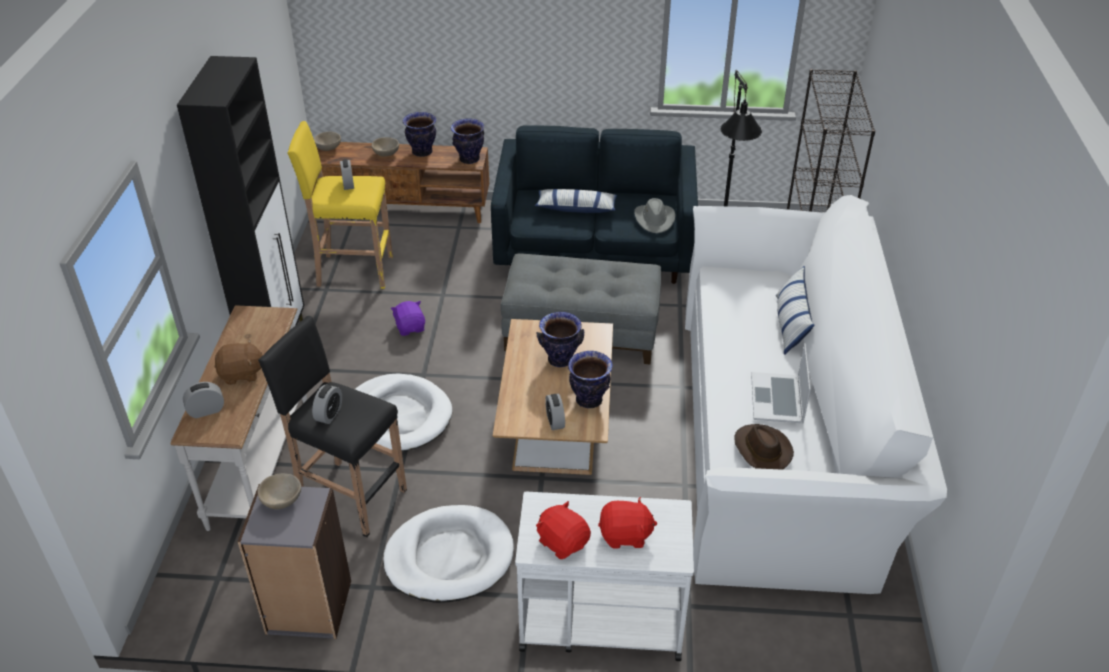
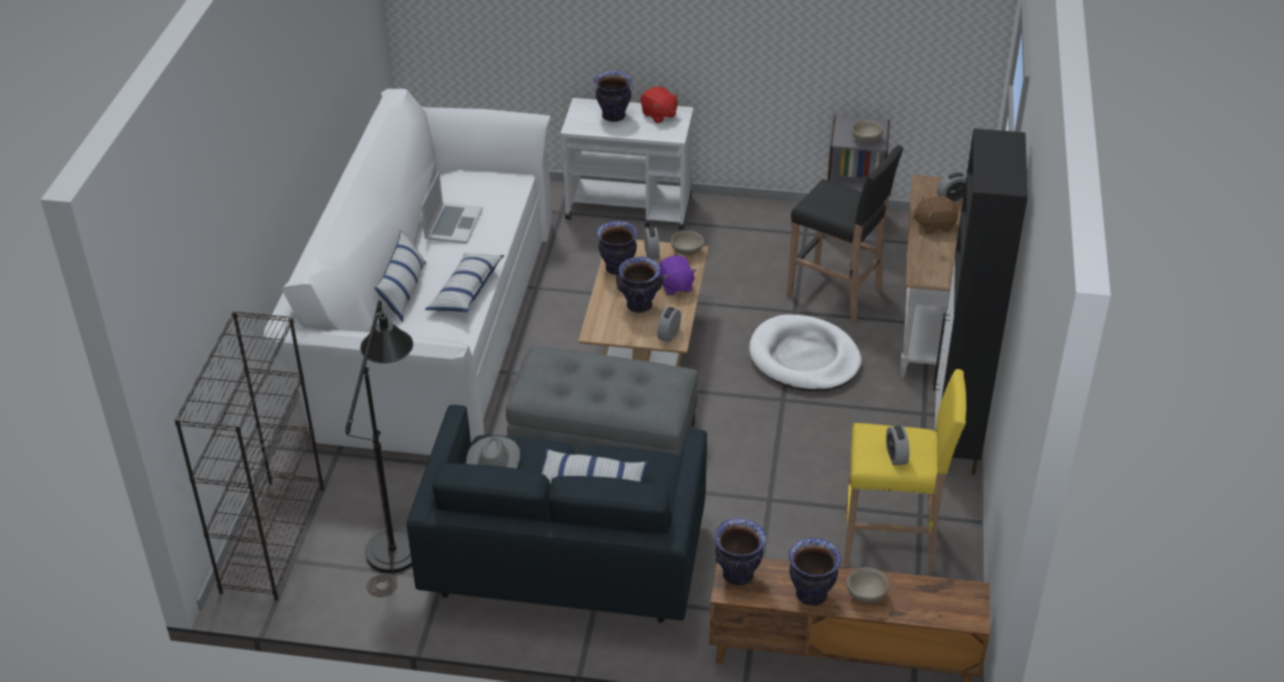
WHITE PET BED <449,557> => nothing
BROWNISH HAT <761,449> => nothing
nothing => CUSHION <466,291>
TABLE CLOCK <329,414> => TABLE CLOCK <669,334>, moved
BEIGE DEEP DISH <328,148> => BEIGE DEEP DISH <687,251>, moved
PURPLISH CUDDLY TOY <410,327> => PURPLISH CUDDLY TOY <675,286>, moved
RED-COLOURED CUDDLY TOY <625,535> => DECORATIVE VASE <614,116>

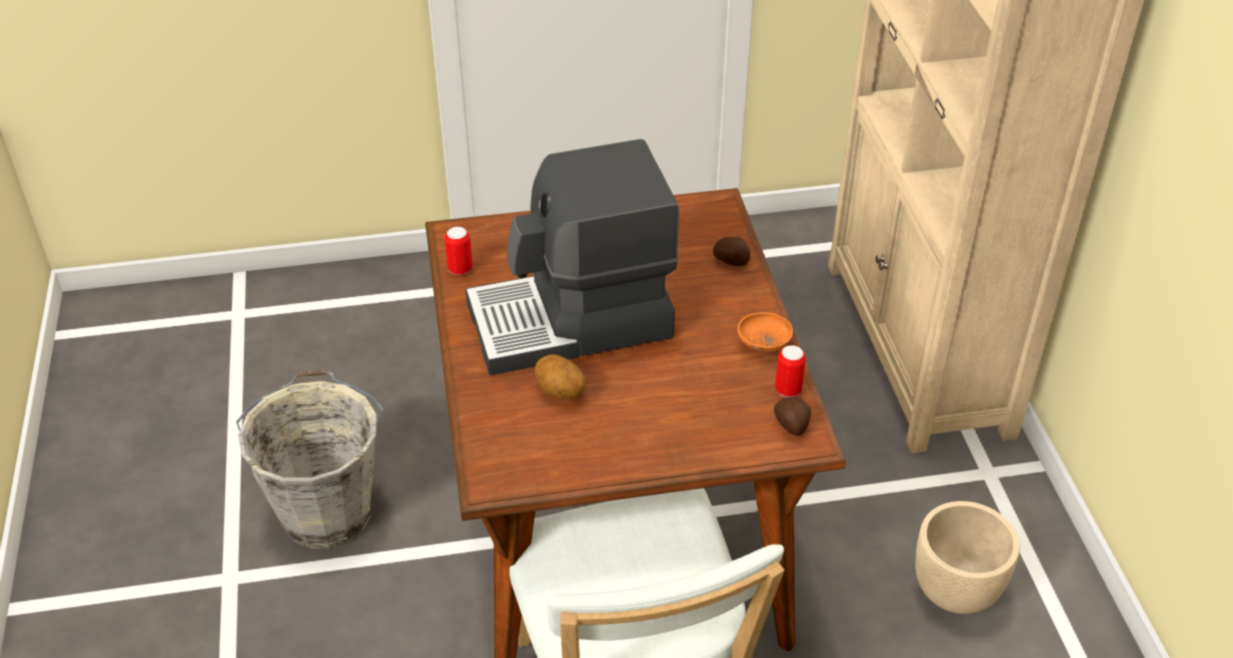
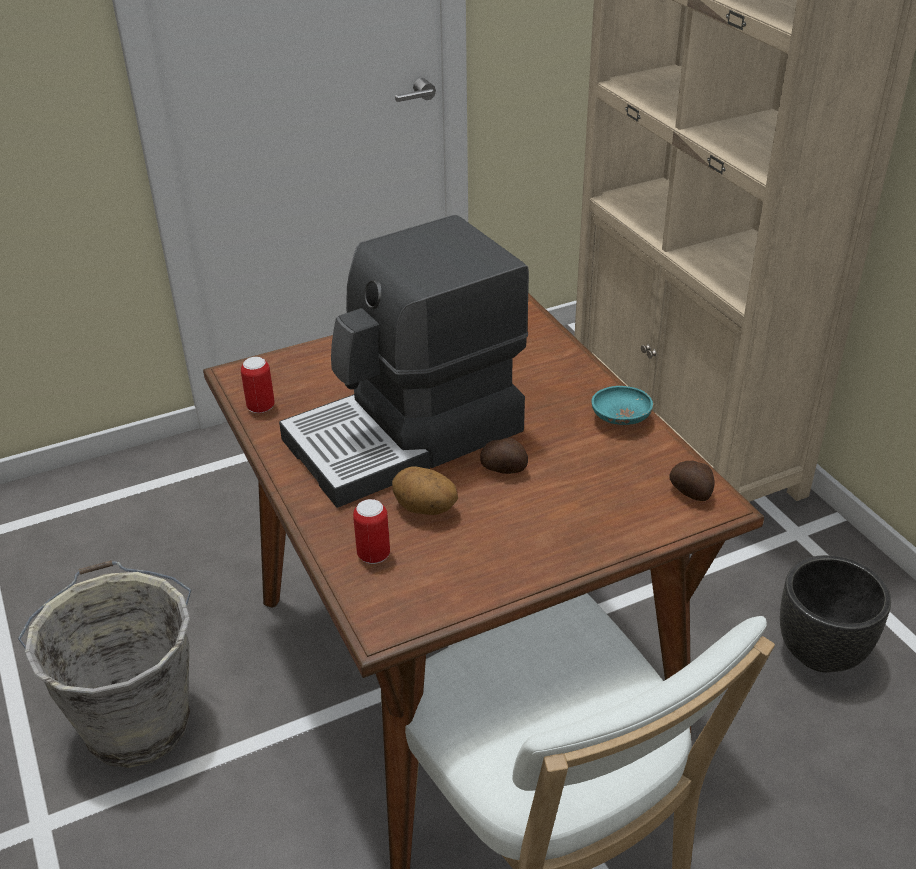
WHOLE POTATO <732,261> => WHOLE POTATO <504,469>, moved
SEALED CAN <788,390> => SEALED CAN <373,555>, moved
ORANGE-COLOURED DEEP DISH <763,343> => BLUE-GREEN DEEP DISH <620,419>
BEIGE PLANT POT <953,593> => BLACK PLANT POT <819,653>

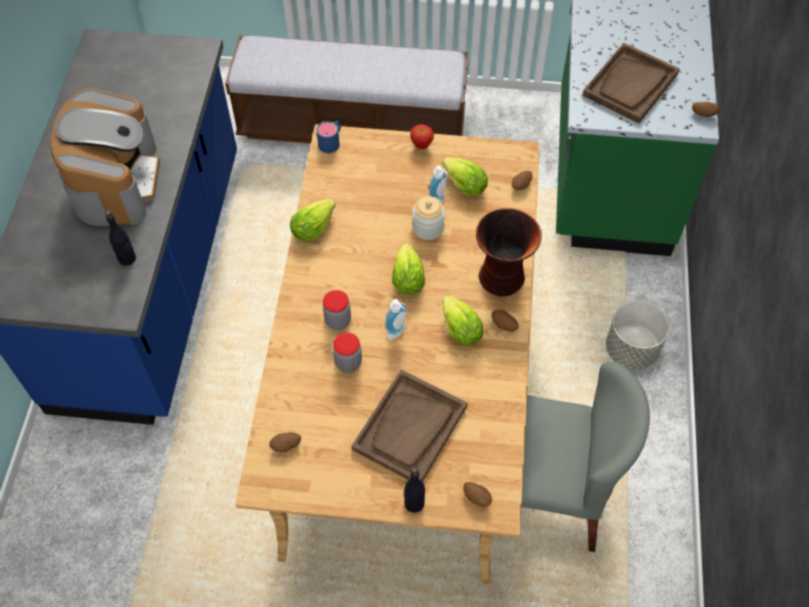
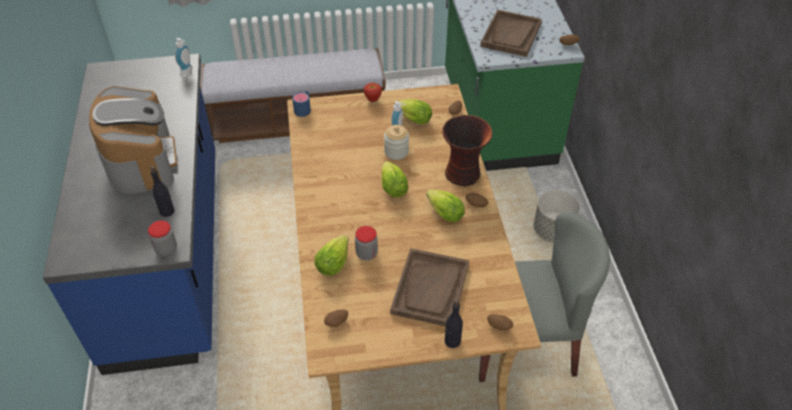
LETTUCE <315,227> => LETTUCE <334,262>, moved
STORAGE JAR <338,321> => STORAGE JAR <166,249>, moved
SOAP DISPENSER <398,333> => SOAP DISPENSER <188,71>, moved

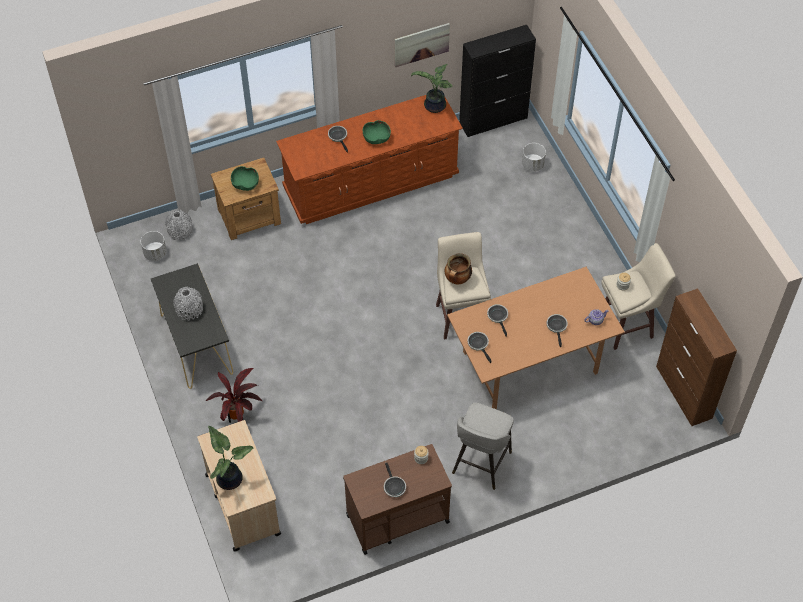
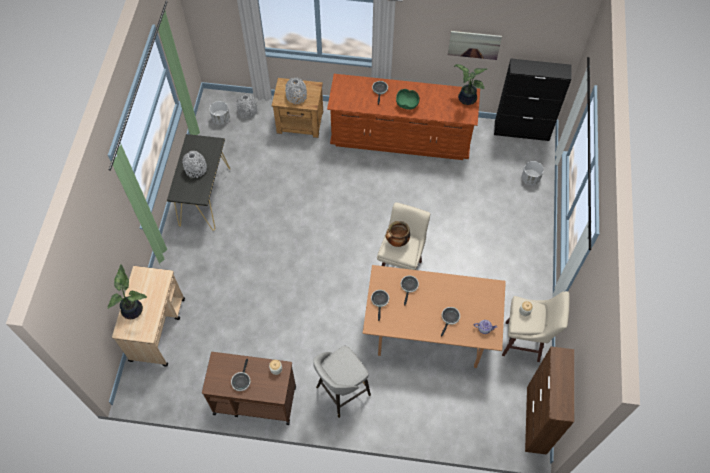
POTTED PLANT <238,417> => nothing
GREEN DEEP DISH <245,184> => GREY DECORATIVE VASE <296,96>

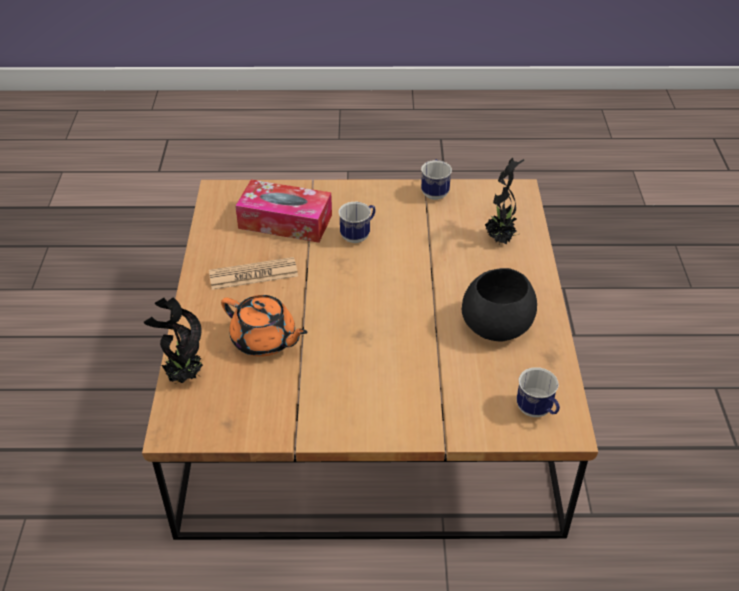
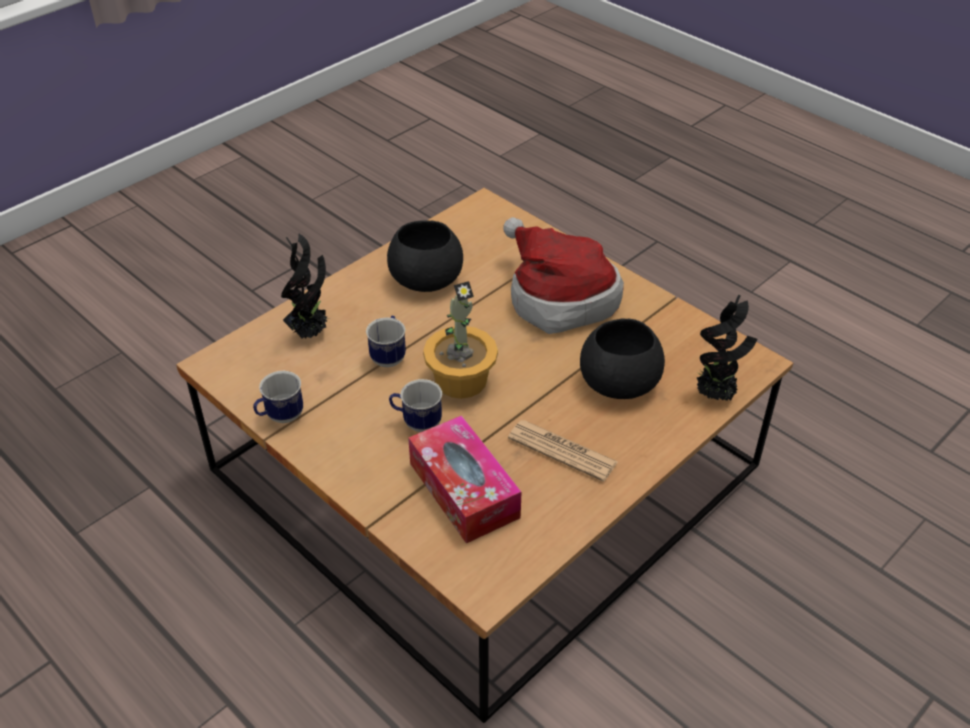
nothing => POTTED PLANT <460,379>
nothing => HAT <557,298>
TEA MUG <537,411> => TEA MUG <389,355>, moved
ORANGE-COLOURED POT FOR TEA <264,340> => BLACK DEEP DISH <617,382>

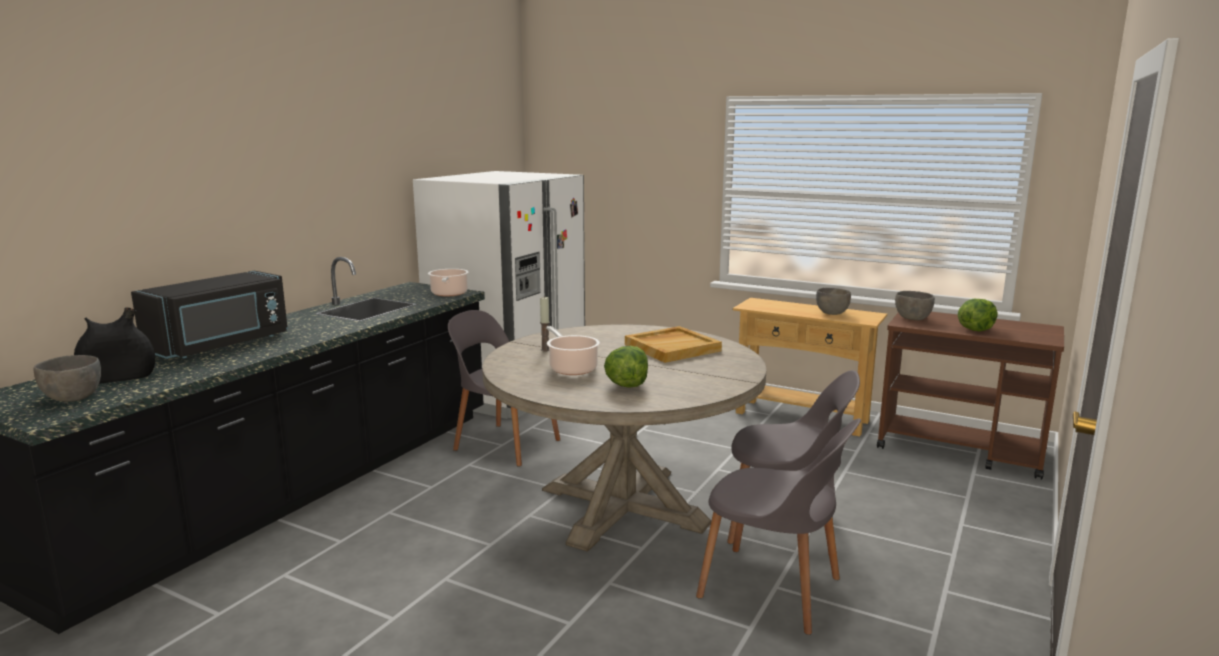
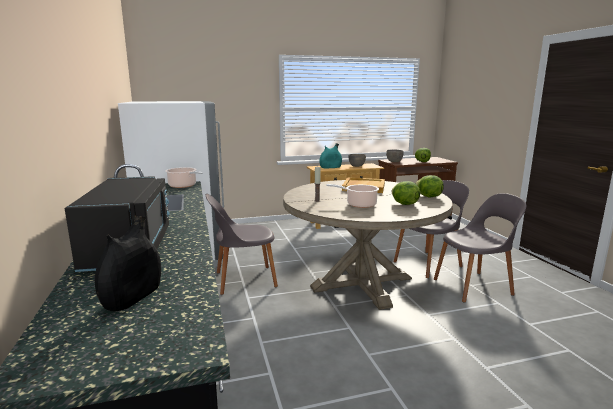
GREY DEEP DISH <73,398> => nothing
nothing => BLUE-GREEN DECORATIVE VASE <330,167>
nothing => LETTUCE <428,197>

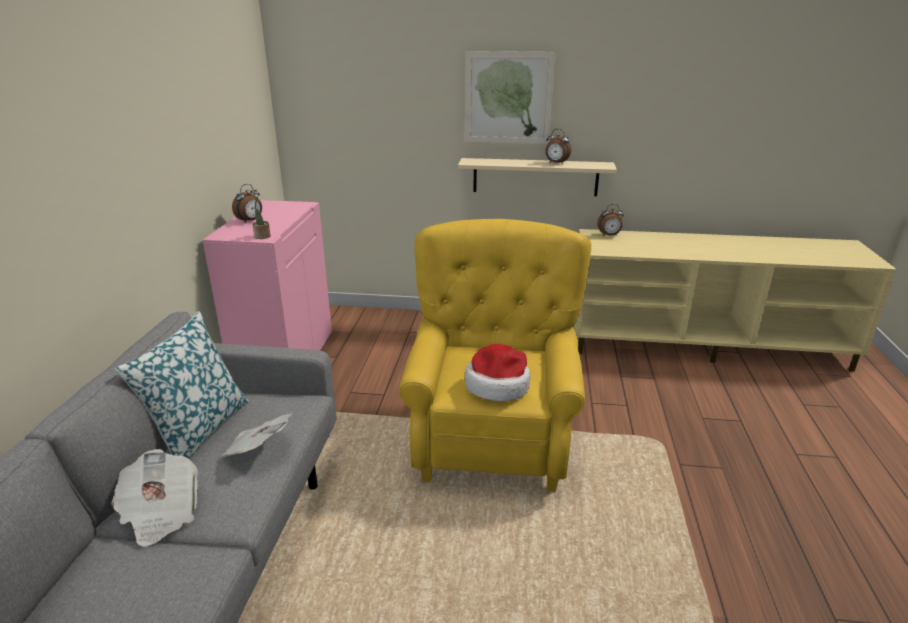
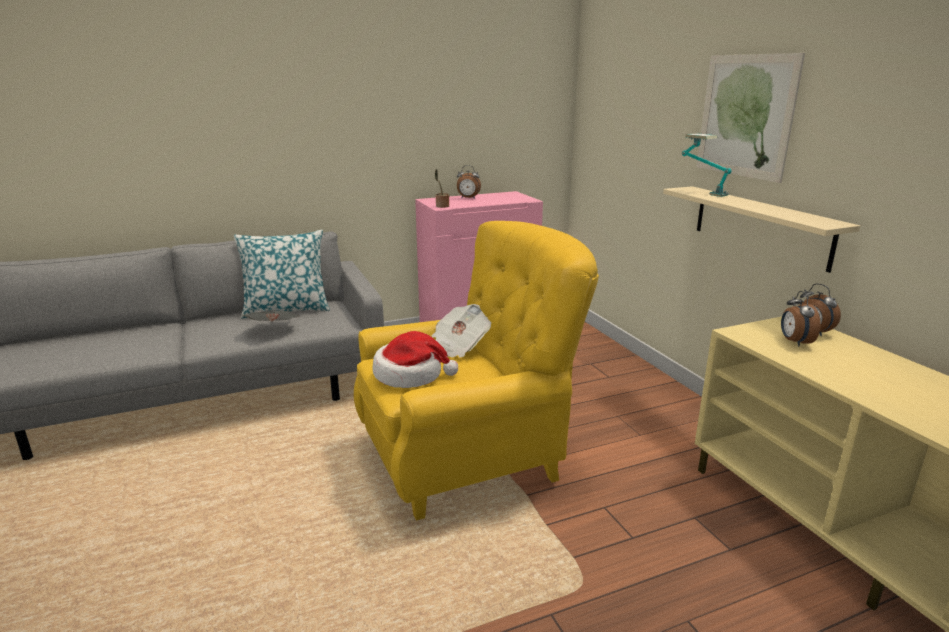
nothing => TABLE LAMP <701,192>
DAILY PAPER <161,513> => DAILY PAPER <458,347>, moved
TABLE CLOCK <556,163> => TABLE CLOCK <794,342>, moved

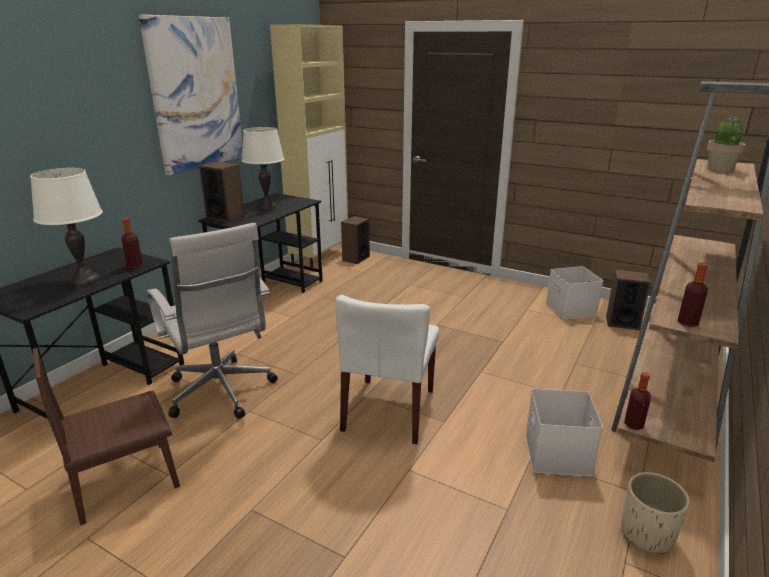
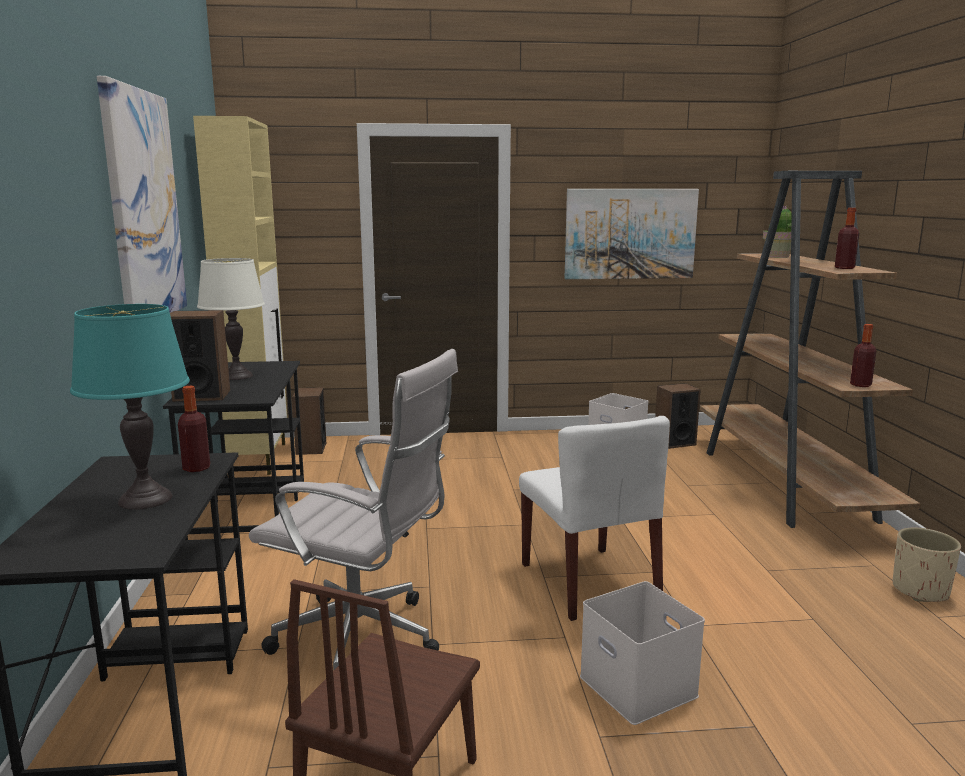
nothing => WALL ART <630,234>
WHITE STORAGE CONTAINER <559,455> => WHITE STORAGE CONTAINER <640,686>, moved
BOTTLE <633,424> => BOTTLE <844,268>, moved
WHITE TABLE LAMP <84,279> => BLUE-GREEN TABLE LAMP <145,499>

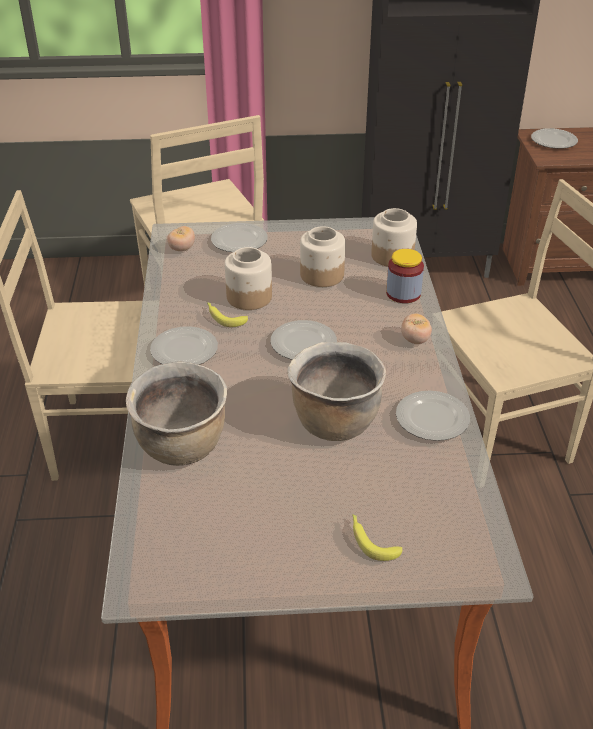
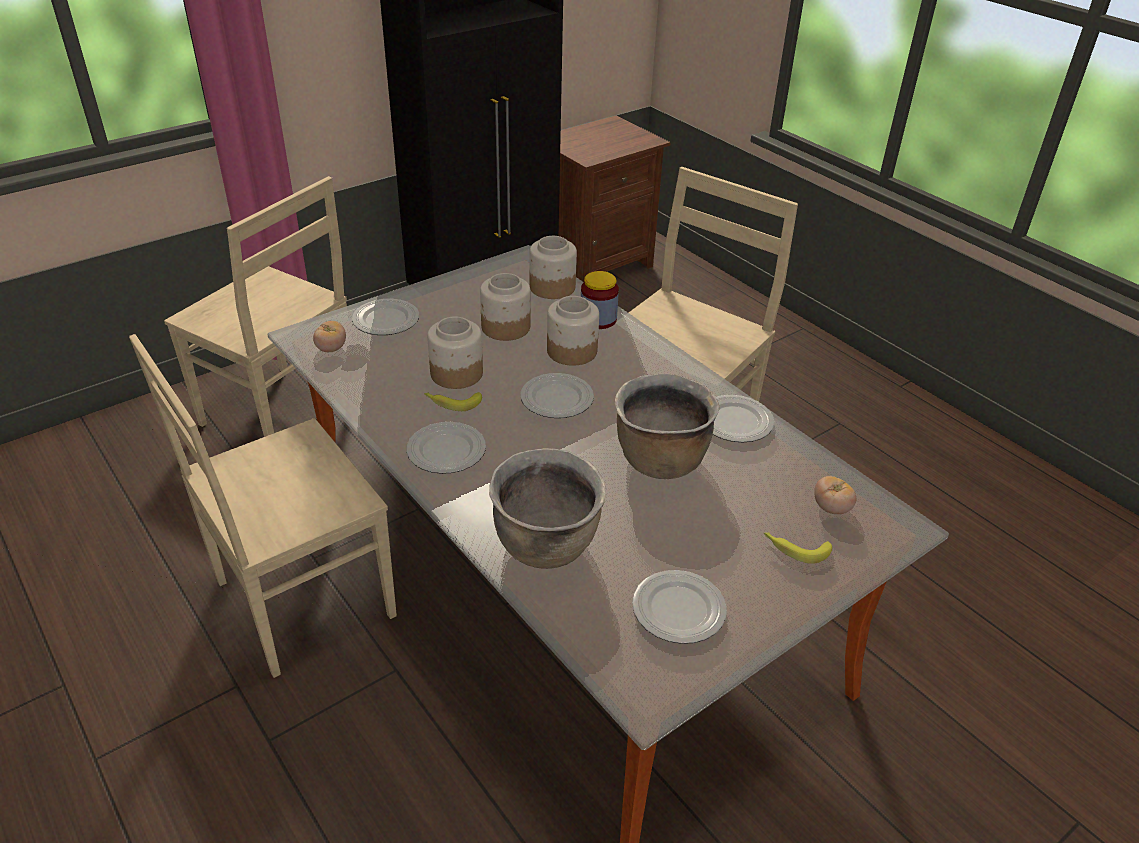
nothing => STORAGE JAR <572,351>
WHOLE TOMATO <415,340> => WHOLE TOMATO <831,508>, moved
FLAT DISH <554,141> => FLAT DISH <679,609>, moved

